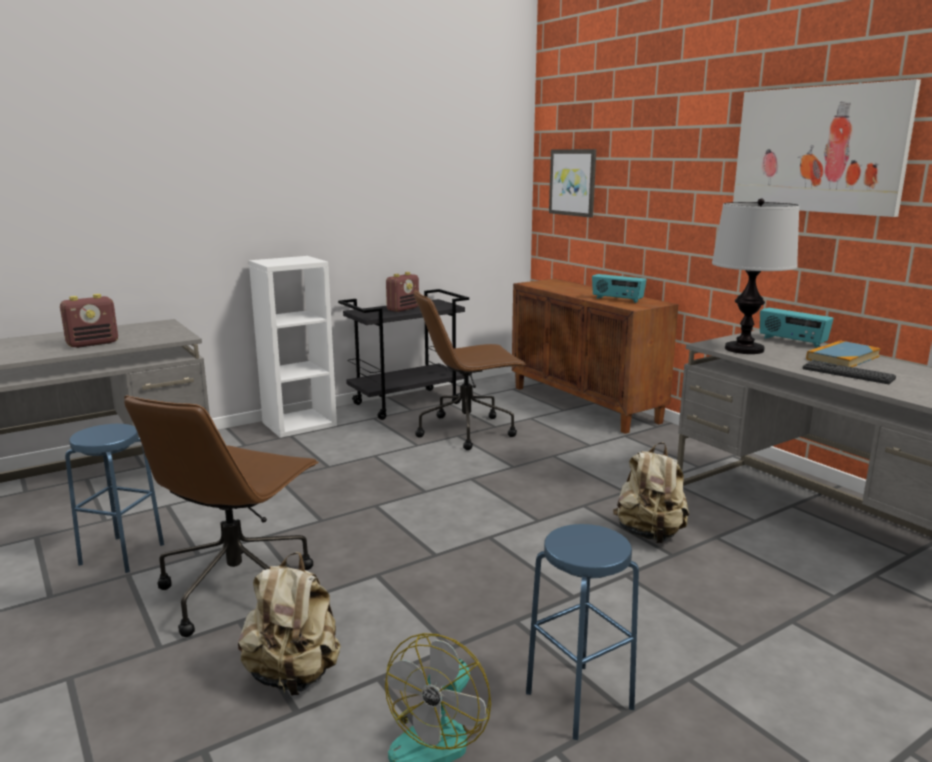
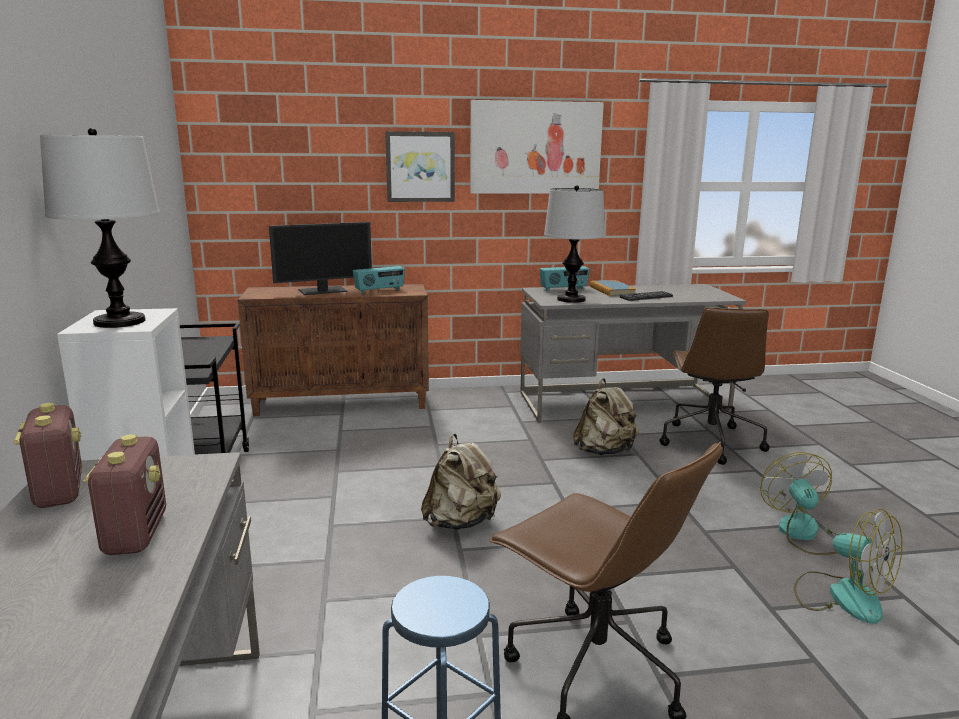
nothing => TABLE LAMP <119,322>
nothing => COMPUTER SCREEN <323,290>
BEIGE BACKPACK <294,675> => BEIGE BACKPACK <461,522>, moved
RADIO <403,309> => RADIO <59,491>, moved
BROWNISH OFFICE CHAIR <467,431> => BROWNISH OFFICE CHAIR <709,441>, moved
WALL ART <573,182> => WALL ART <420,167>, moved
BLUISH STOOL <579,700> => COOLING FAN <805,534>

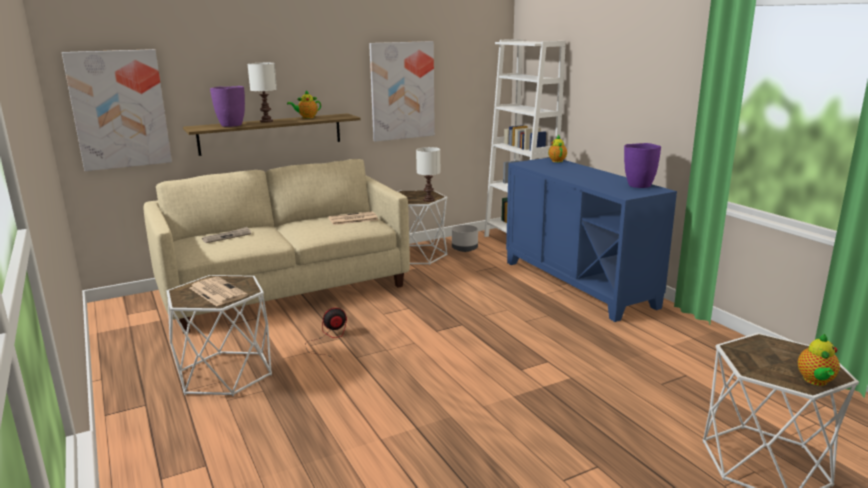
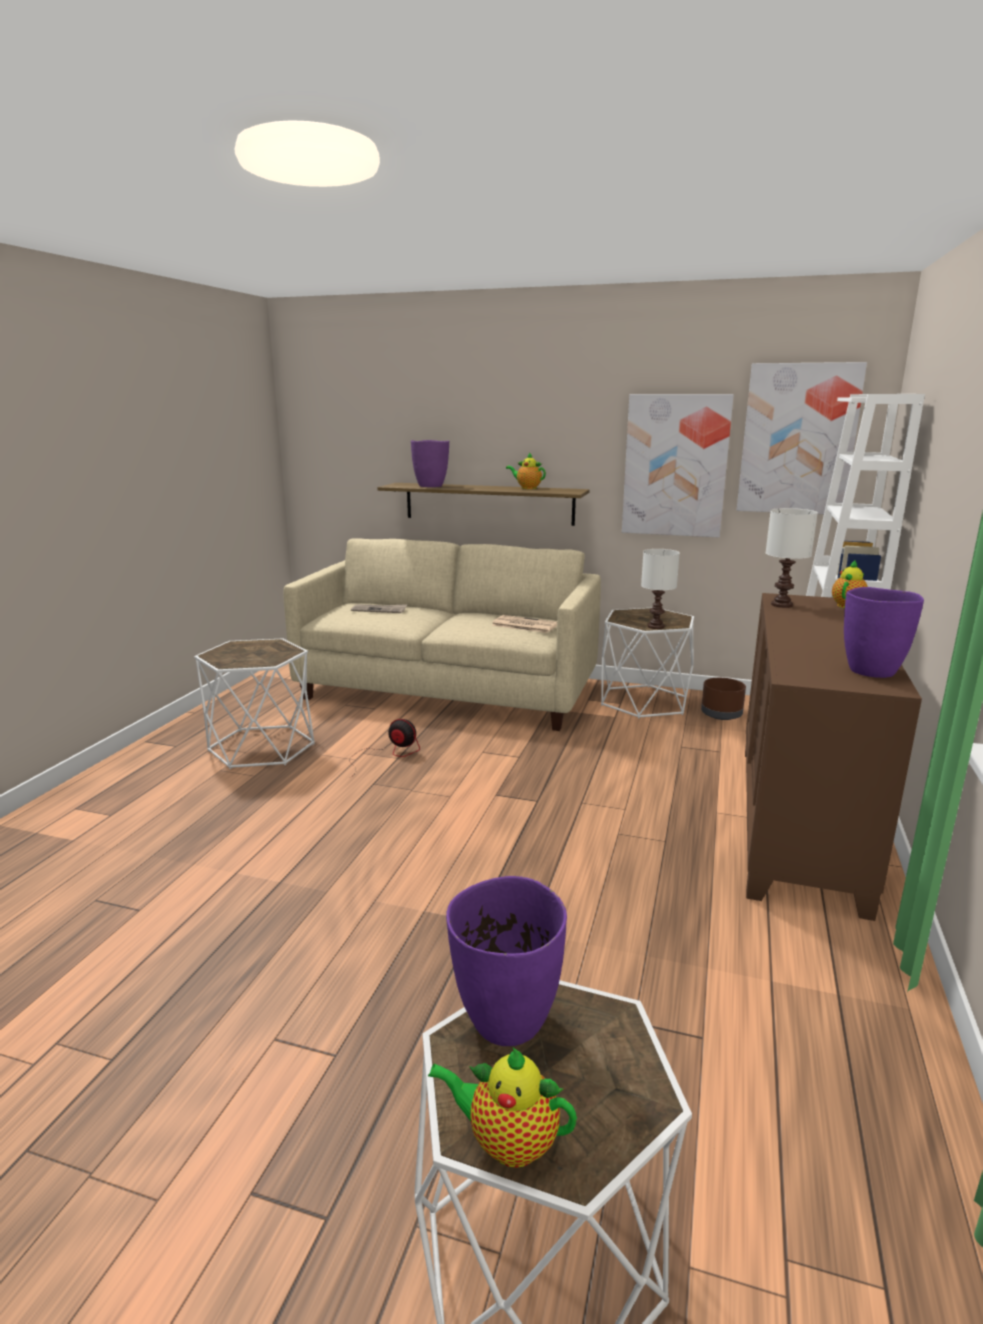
DAILY PAPER <217,292> => nothing
nothing => PURPLISH DECORATIVE VASE <506,1022>
WALL ART <119,109> => WALL ART <798,439>, moved
WHITE TABLE LAMP <267,121> => WHITE TABLE LAMP <782,605>, moved
GREY PLANT POT <465,249> => BROWNISH PLANT POT <721,715>
BLUISH CUPBOARD <578,283> => BROWNISH CUPBOARD <799,821>
POT FOR TEA <815,381> => POT FOR TEA <507,1141>, 45 degrees clockwise

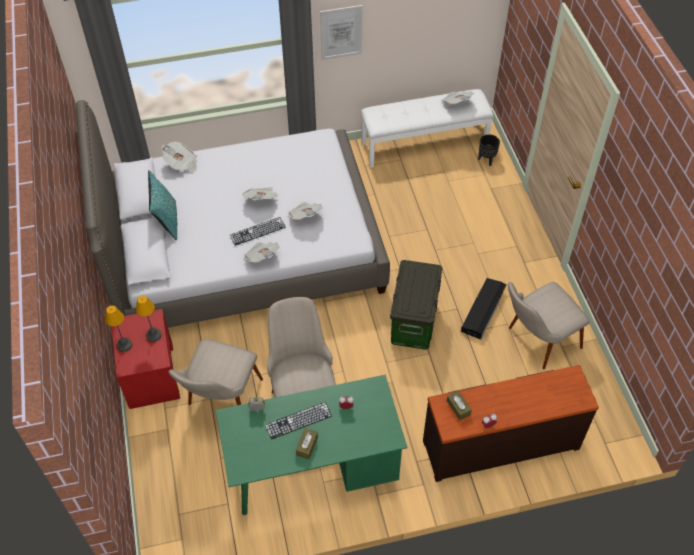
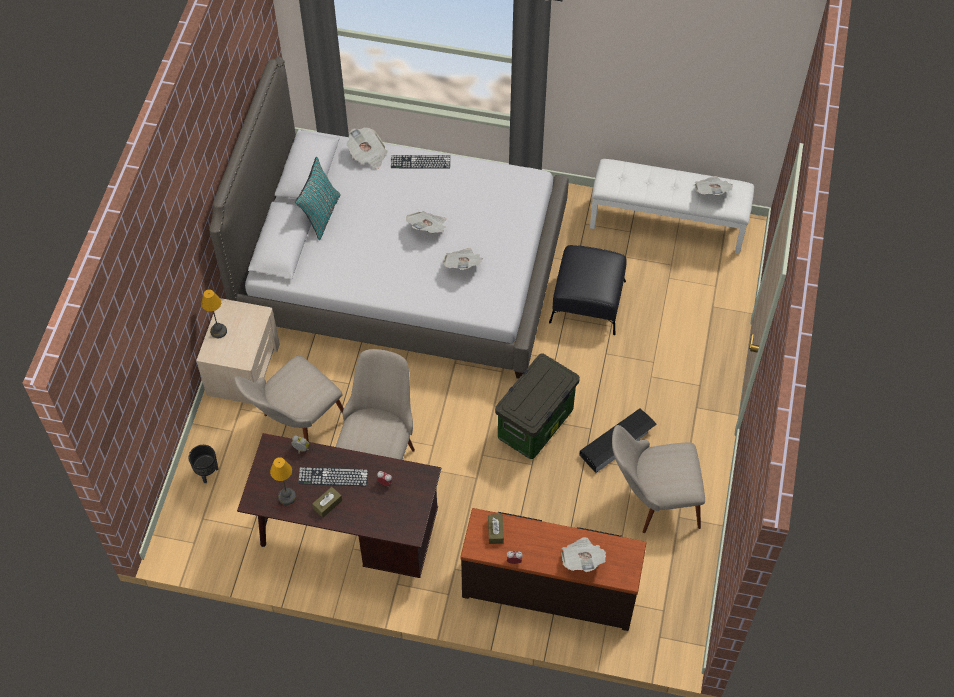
WALL ART <341,32> => nothing
nothing => BLACK OTTOMAN <588,301>
TABLE LAMP <153,335> => TABLE LAMP <286,497>, moved
COMPUTER KEYBOARD <257,231> => COMPUTER KEYBOARD <420,162>, moved
DAILY PAPER <262,257> => DAILY PAPER <582,559>, moved
BLACK PLANT POT <486,160> => BLACK PLANT POT <207,472>, moved
RED-COLOURED BEDSIDE TABLE <151,374> => BEIGE BEDSIDE TABLE <243,368>
GREEN DESK TABLE <313,474> => BROWNISH DESK TABLE <347,536>

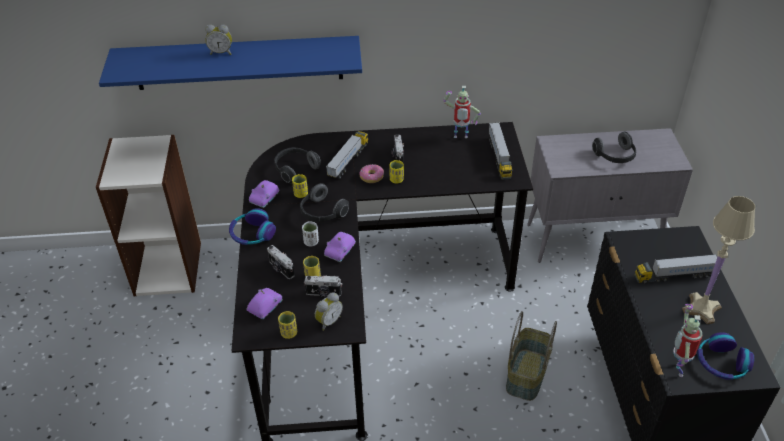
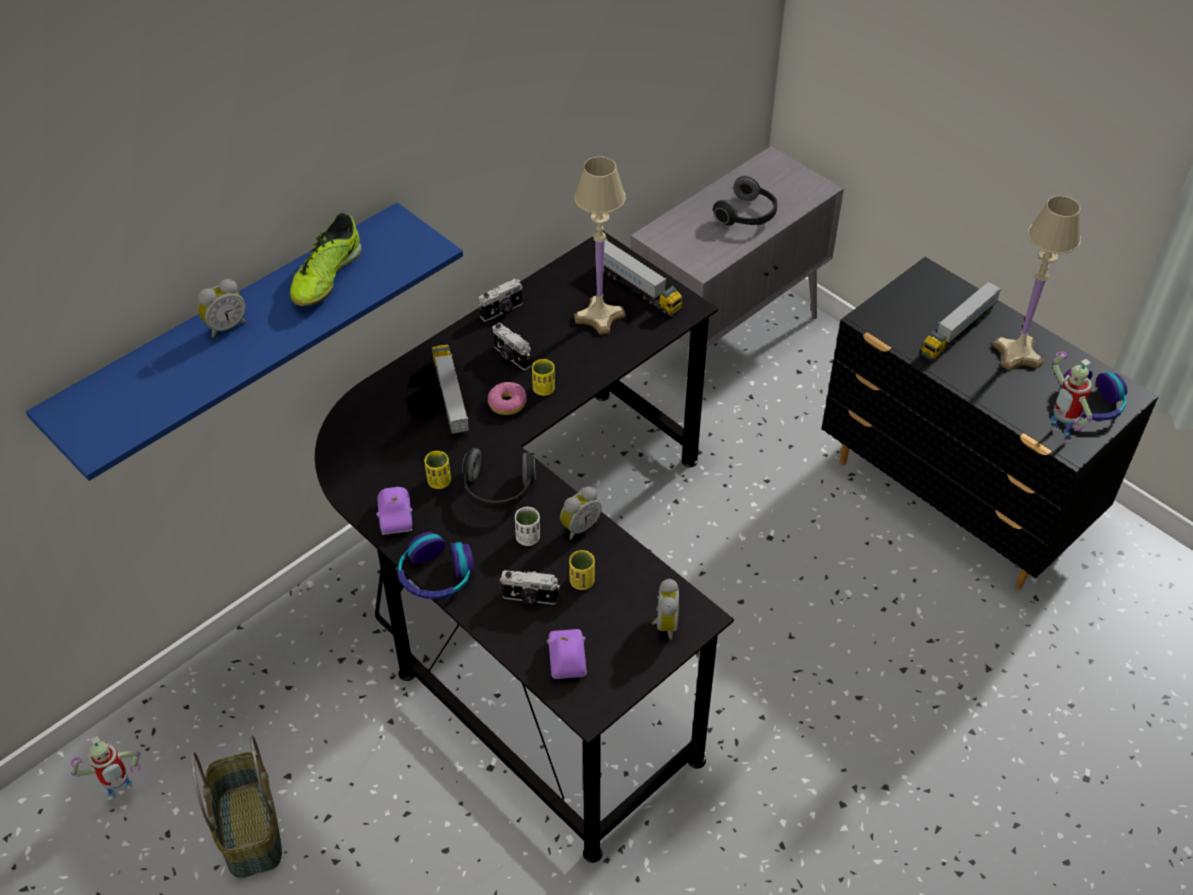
BOOKSHELF <168,268> => nothing
HEADSET <295,170> => nothing
YELLOWISH SMALL CUP <289,333> => nothing
nothing => LOW SHOE <326,277>
nothing => BEIGE TABLE LAMP <600,317>
STILL CAMERA <323,293> => STILL CAMERA <502,311>, moved
MODEL ROBOT <460,138> => MODEL ROBOT <122,794>, moved
BASKET <527,375> => BASKET <251,830>, moved
PURPLISH MODEL CAR <340,251> => TABLE CLOCK <579,527>

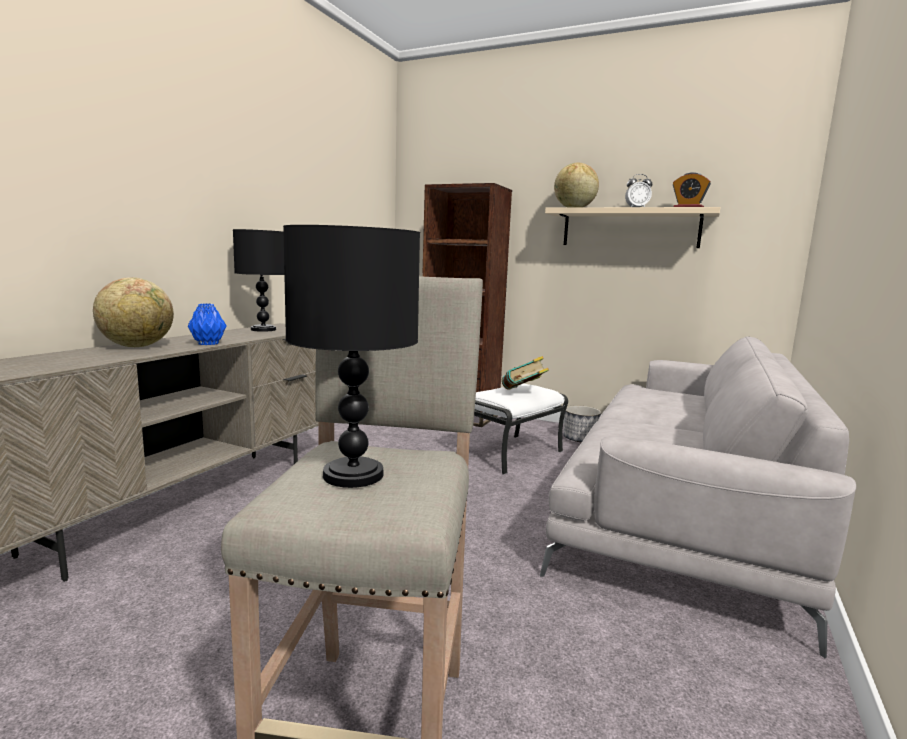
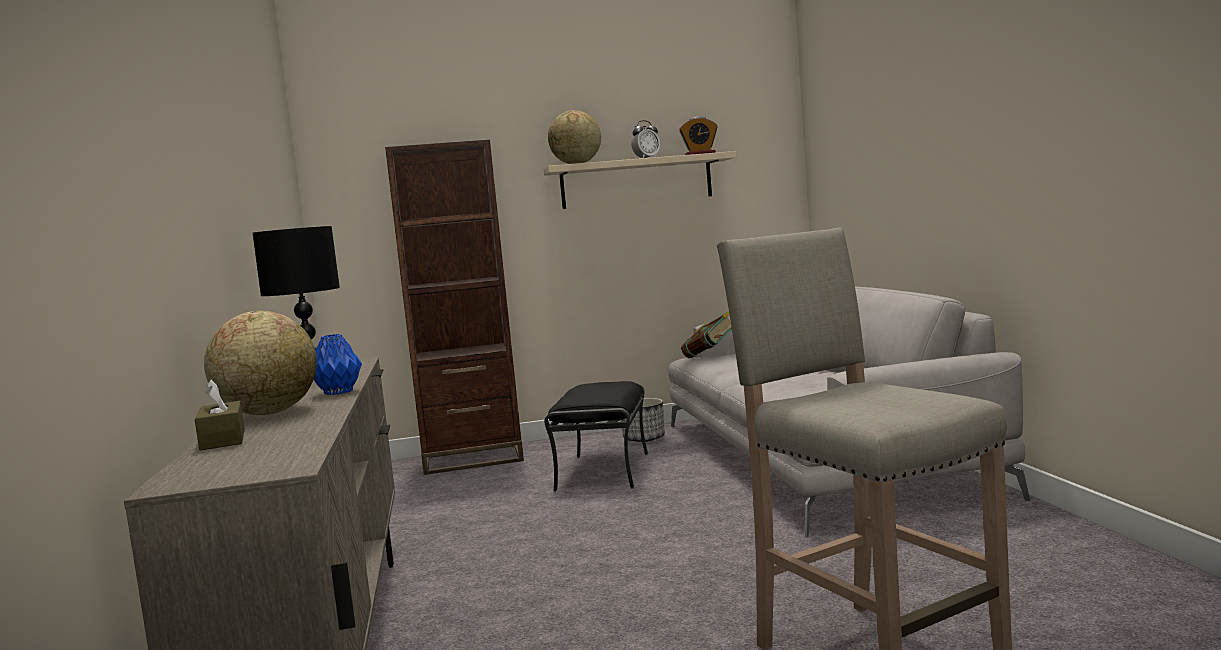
BLACK TABLE LAMP <354,475> => nothing
nothing => BROWNISH TISSUE HOLDER <223,439>
BOOK <523,393> => BOOK <710,356>, moved
WHITE OTTOMAN <511,454> => BLACK OTTOMAN <604,471>

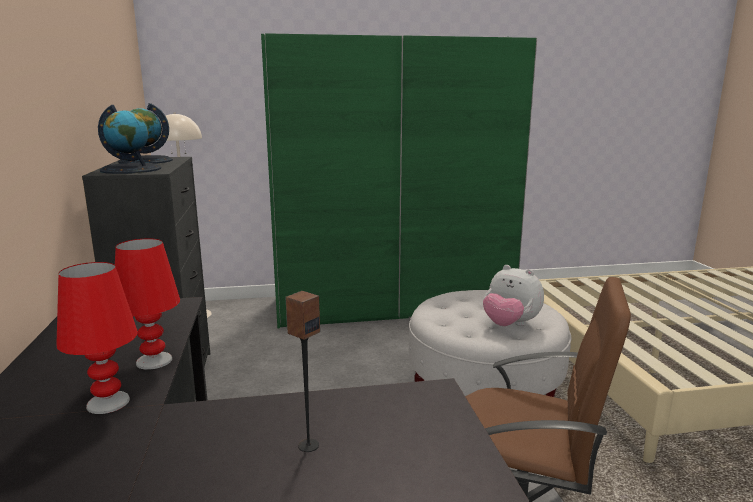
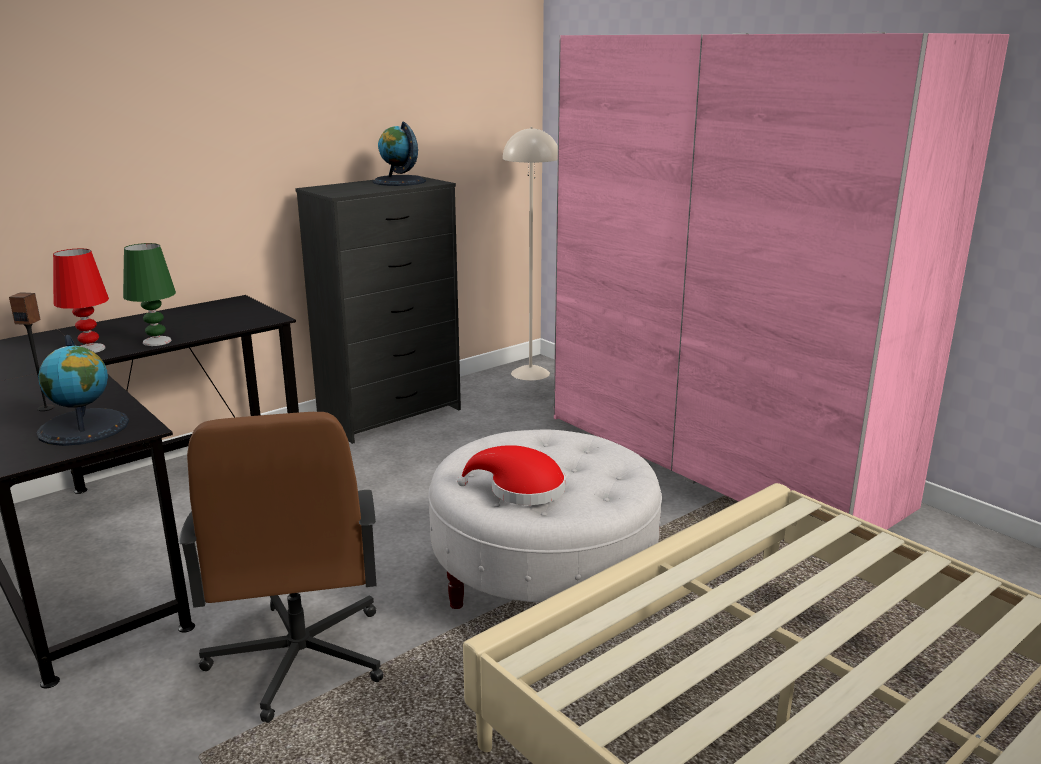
GLOBE <131,169> => GLOBE <84,427>, moved
CUDDLY TOY <510,325> => RED-COLOURED HAT <520,489>
RED-COLOURED TABLE LAMP <154,361> => GREEN TABLE LAMP <157,341>
GREEN ARMOIRE <393,305> => PINKISH ARMOIRE <717,459>

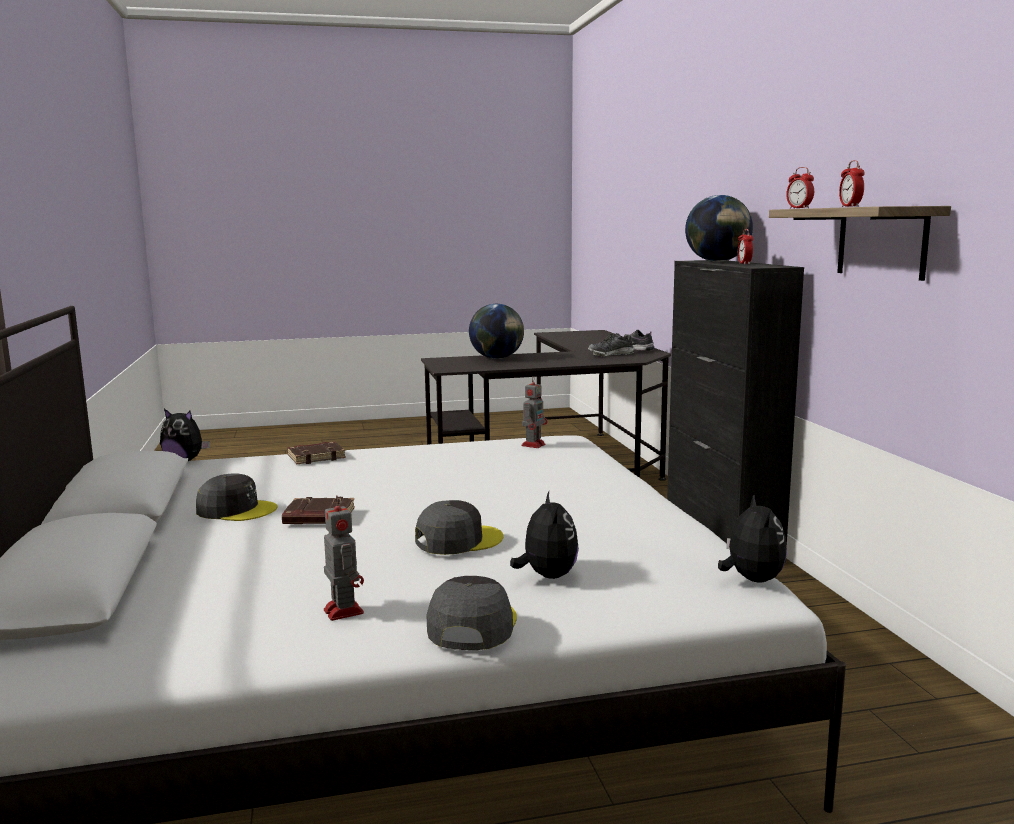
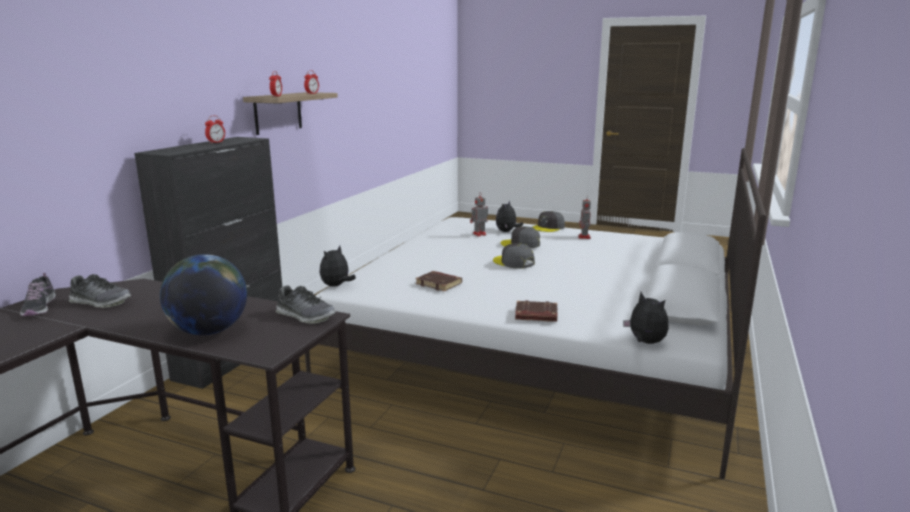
GLOBE <717,261> => nothing
nothing => LOW SHOE <305,316>
GREY CAP <236,510> => GREY CAP <513,262>, moved
BROWNISH BOOK <318,518> => BROWNISH BOOK <439,284>, moved
MODEL ROBOT <534,445> => MODEL ROBOT <478,234>, moved
CUDDLY TOY <751,579> => CUDDLY TOY <336,286>, moved

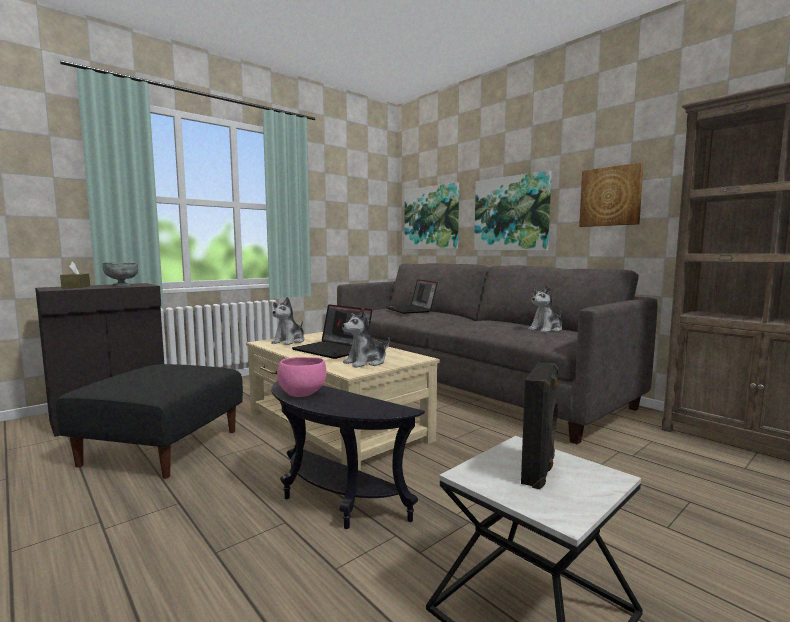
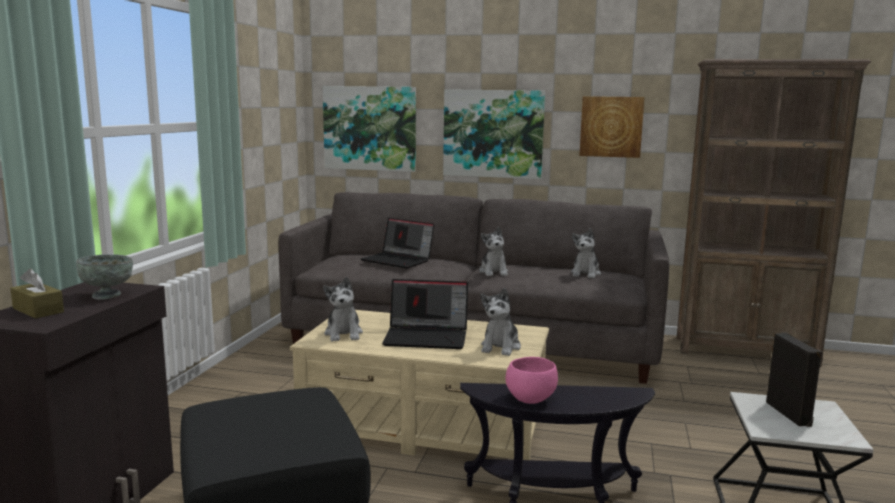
nothing => CUDDLY TOY <493,272>

